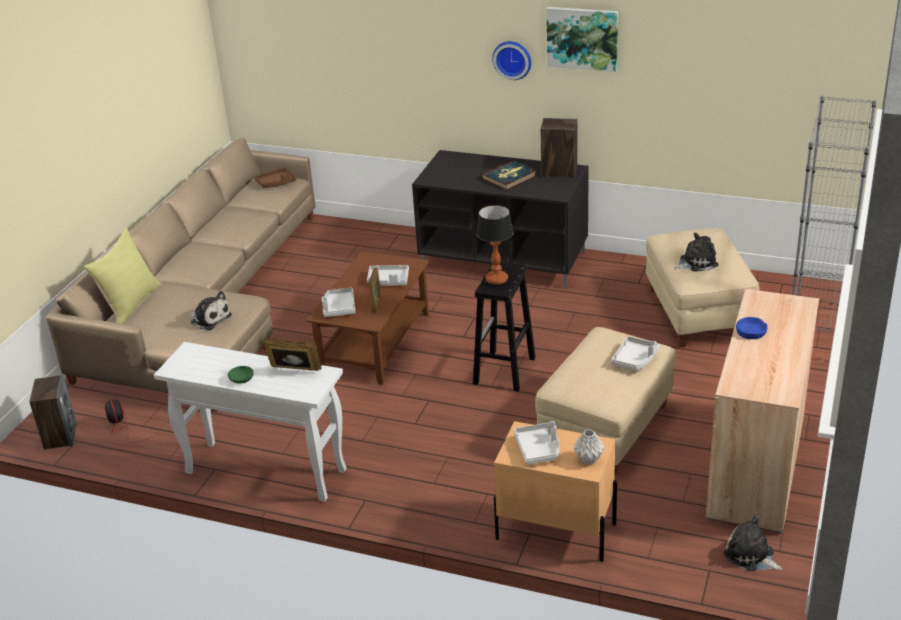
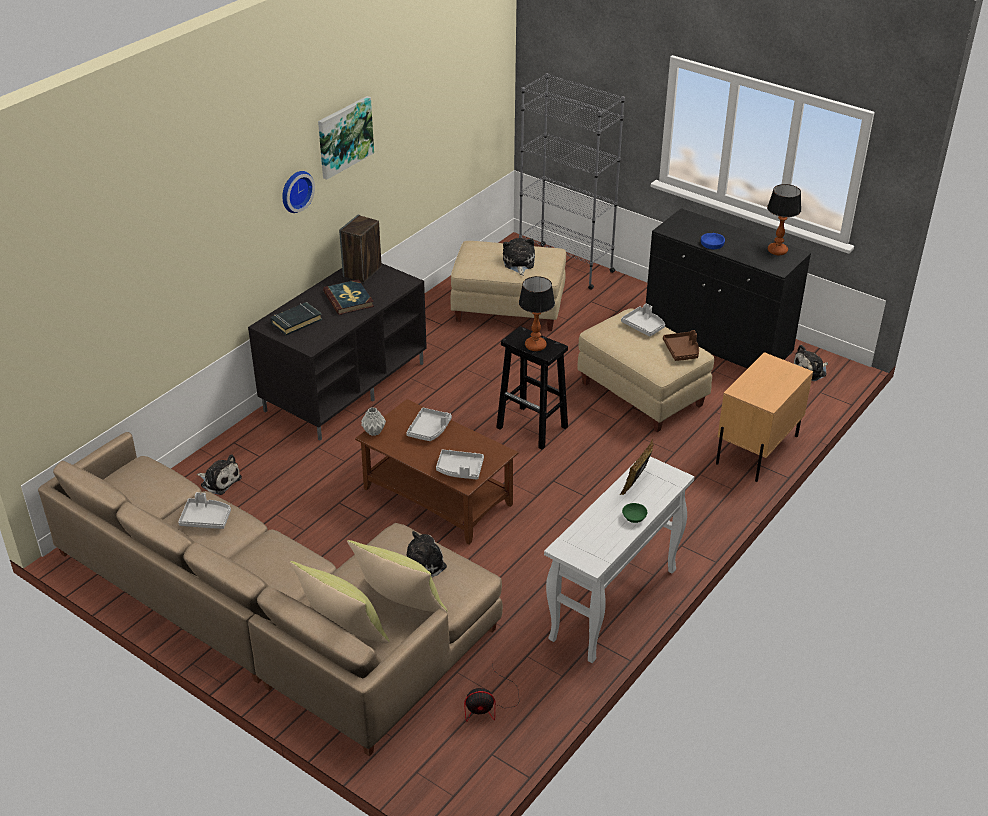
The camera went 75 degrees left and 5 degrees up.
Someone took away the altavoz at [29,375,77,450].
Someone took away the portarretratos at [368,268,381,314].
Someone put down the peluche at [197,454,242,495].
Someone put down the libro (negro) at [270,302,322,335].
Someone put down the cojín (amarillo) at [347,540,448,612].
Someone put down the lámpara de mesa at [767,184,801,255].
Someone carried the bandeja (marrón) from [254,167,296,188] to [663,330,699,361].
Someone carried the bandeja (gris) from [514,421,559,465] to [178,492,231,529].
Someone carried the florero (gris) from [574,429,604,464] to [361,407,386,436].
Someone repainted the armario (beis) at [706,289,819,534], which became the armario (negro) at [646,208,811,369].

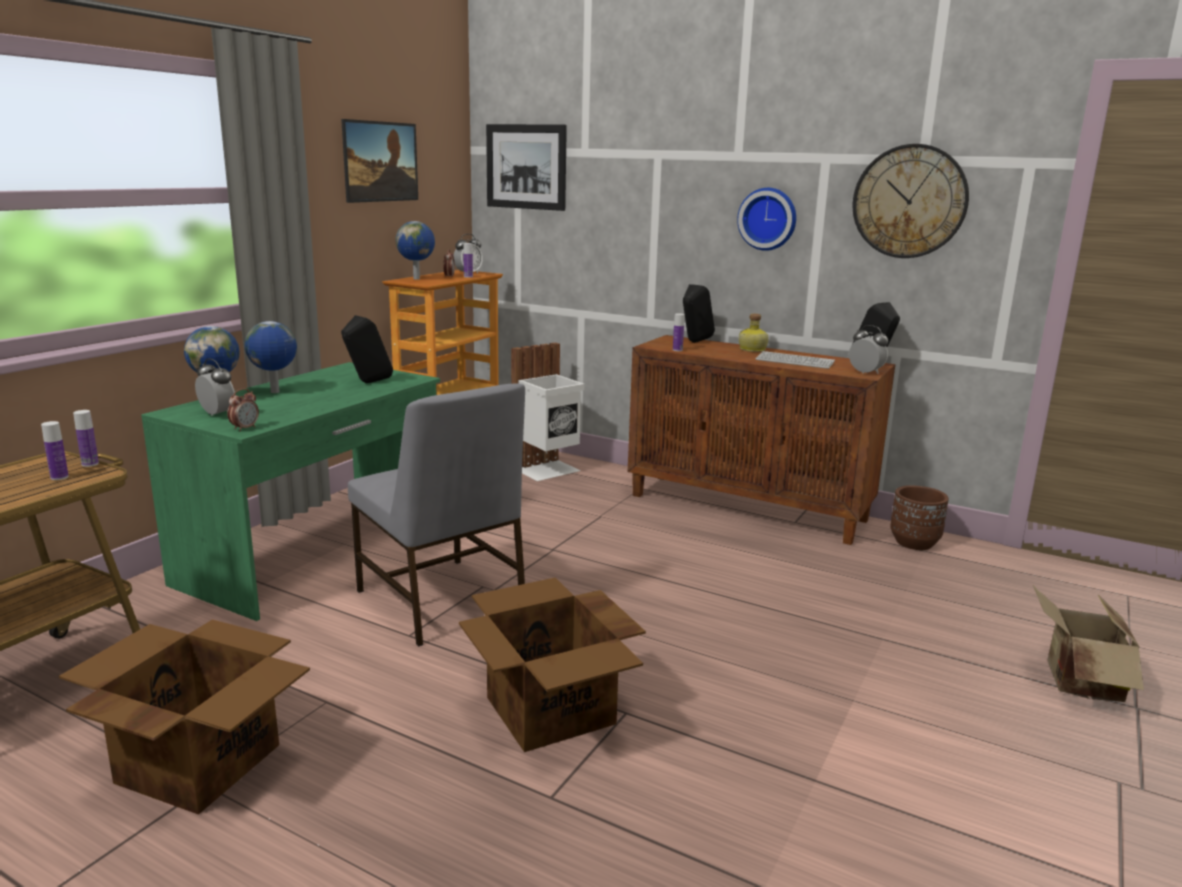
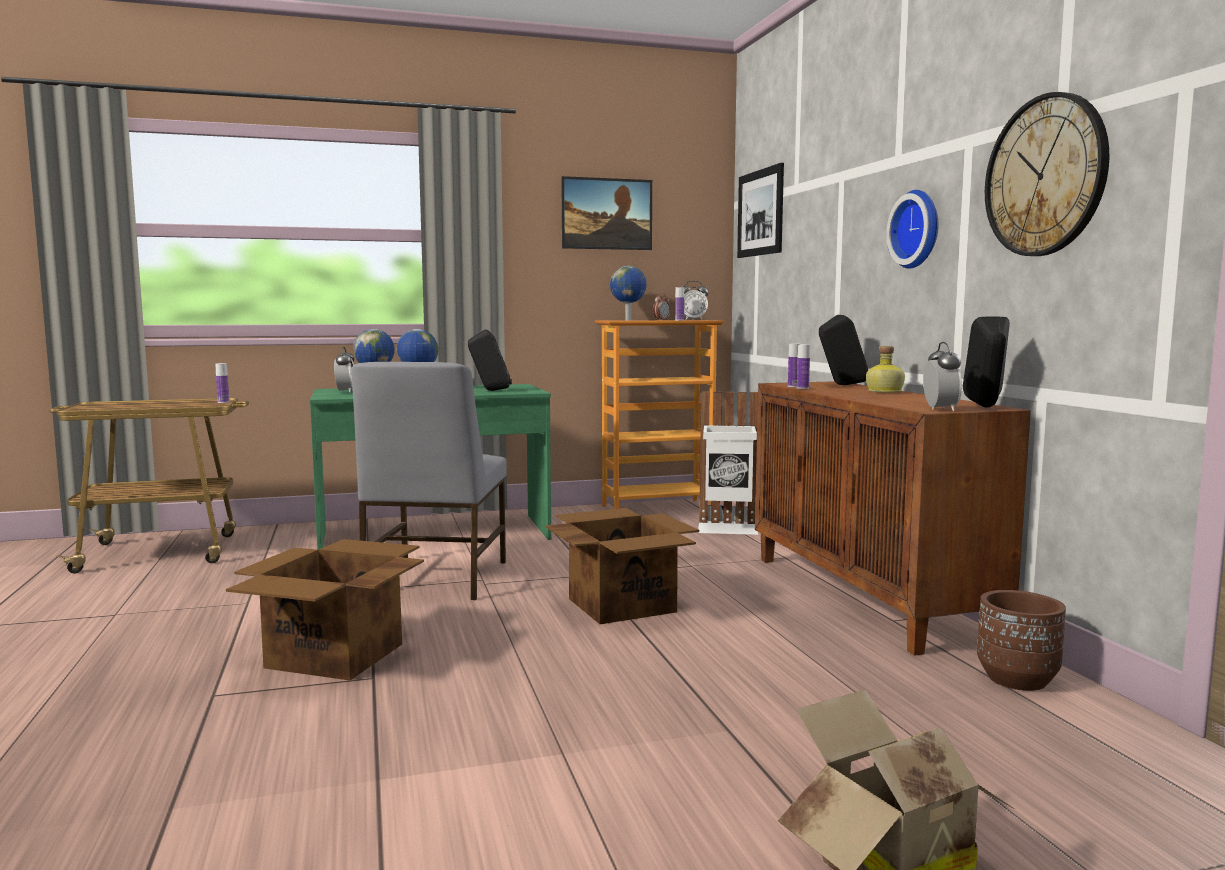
The camera went 45 degrees right and 10 degrees down.
Someone took away the despertador at [227,389,259,431].
Someone took away the teclado at [756,351,835,369].
Someone carried the botella from [41,421,69,480] to [797,344,810,389].
Someone carried the caja de cartón from [59,619,310,815] to [546,508,699,624].

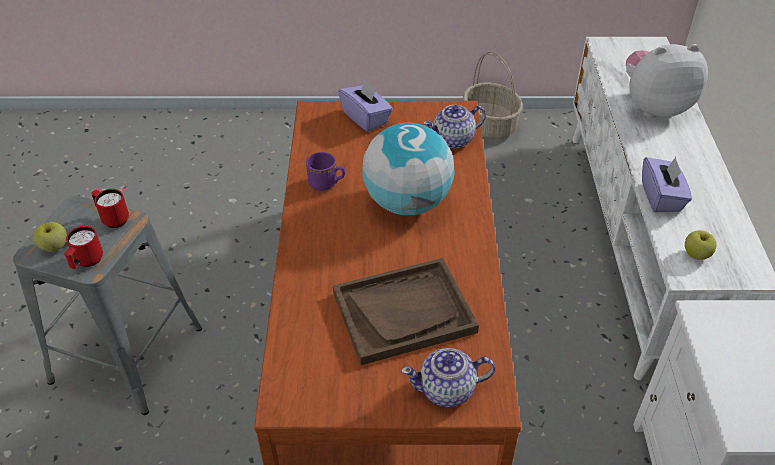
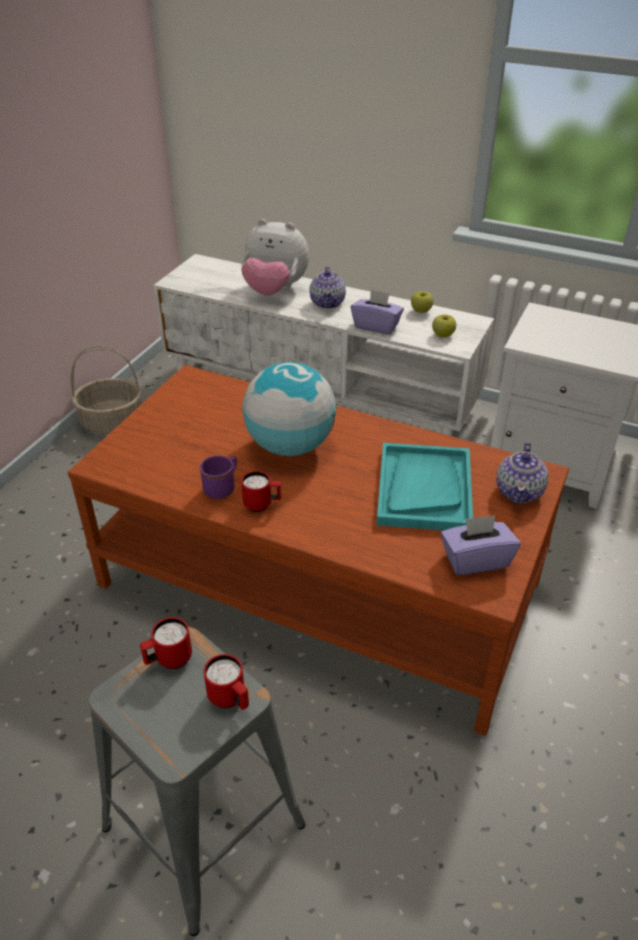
The camera went 65 degrees left and 5 degrees down.
Someone put down the taza grande (rojo) at [241,471,281,512].
Someone carried the manzana from [33,222,67,252] to [411,291,434,313].
Someone carried the caja de pañuelos (morado) from [338,79,393,132] to [441,515,520,575].
Someone carried the tetera from [423,105,486,148] to [309,267,346,309].
Someone repainted the bandeja (marrón) at [333,258,479,365], which became the bandeja (turquesa) at [377,443,473,530].
Someone rotated the peluche at [626,44,708,118] by 90 degrees counterclockwise.

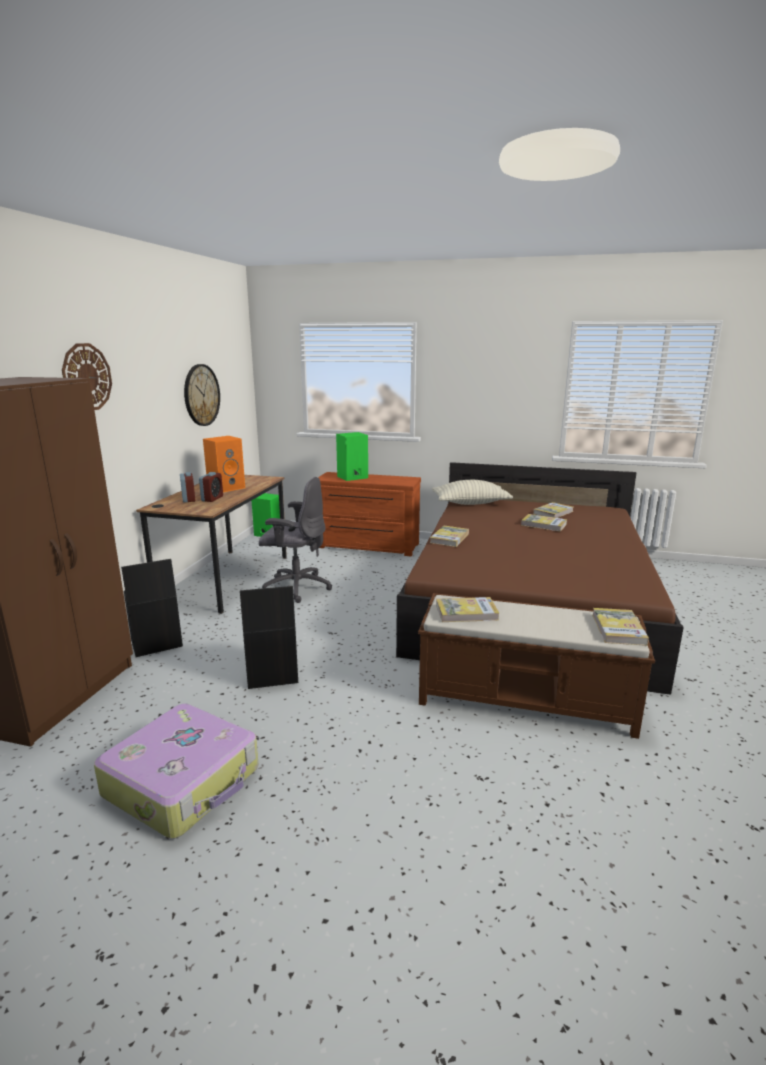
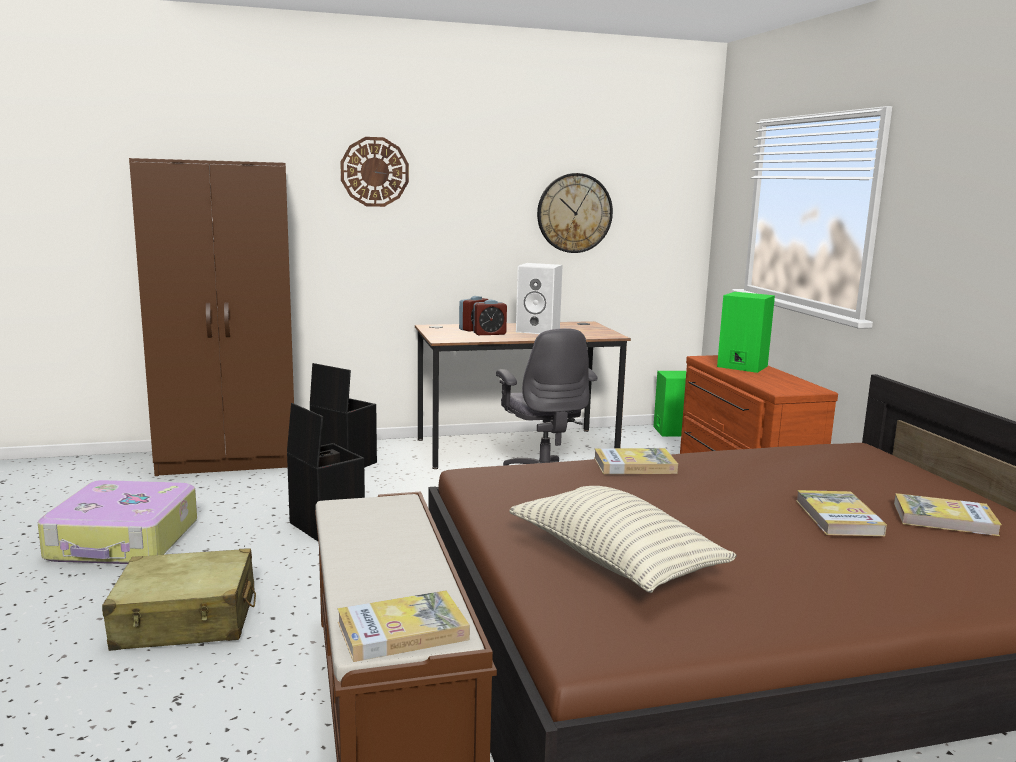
The camera went 60 degrees right and 5 degrees down.
Someone took away the libro at [436,597,499,622].
Someone put down the maleta (beis) at [102,548,256,651].
Someone carried the cojín from [432,480,513,505] to [509,486,737,593].
Someone repainted the altavoz (naranja) at [203,436,245,492], which became the altavoz (blanco) at [516,263,563,334].

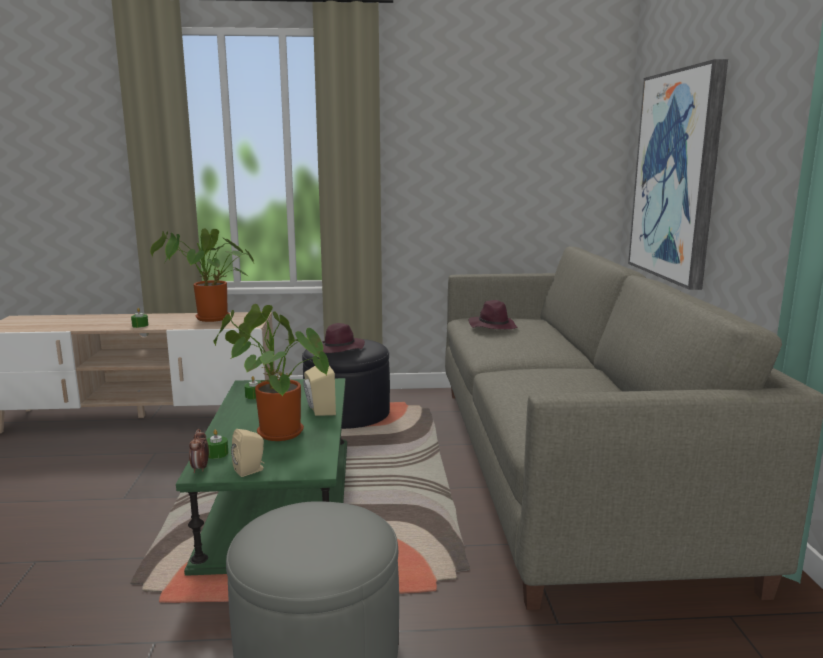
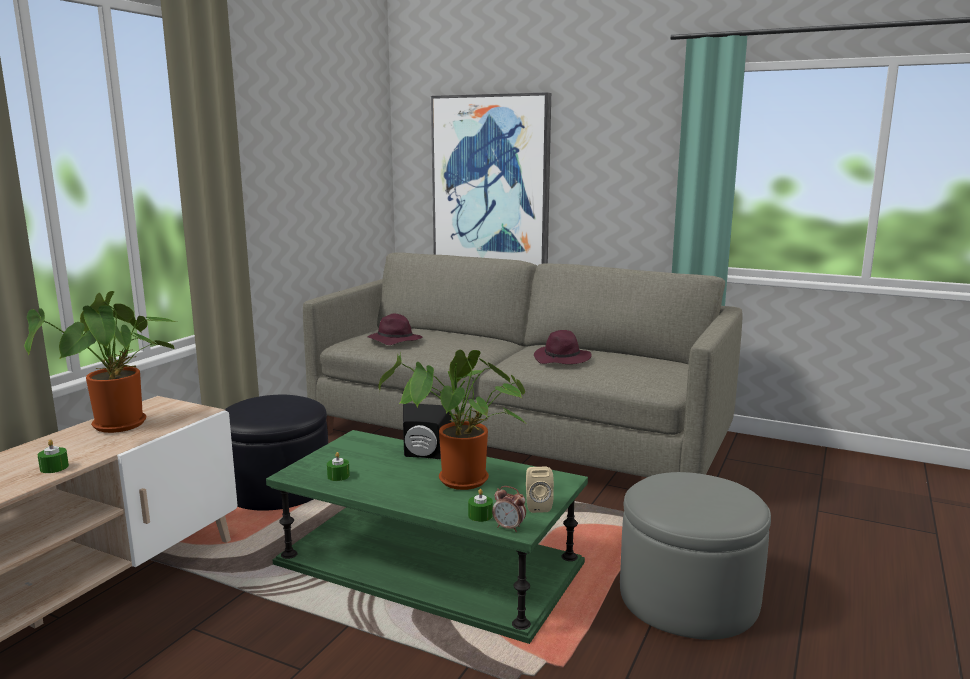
The camera went 60 degrees left and 0 degrees up.
Someone carried the sombrero (morado) from [323,323,365,353] to [534,330,592,364].
Someone repainted the altavoz (beis) at [303,366,336,416], which became the altavoz (negro) at [403,403,451,459].

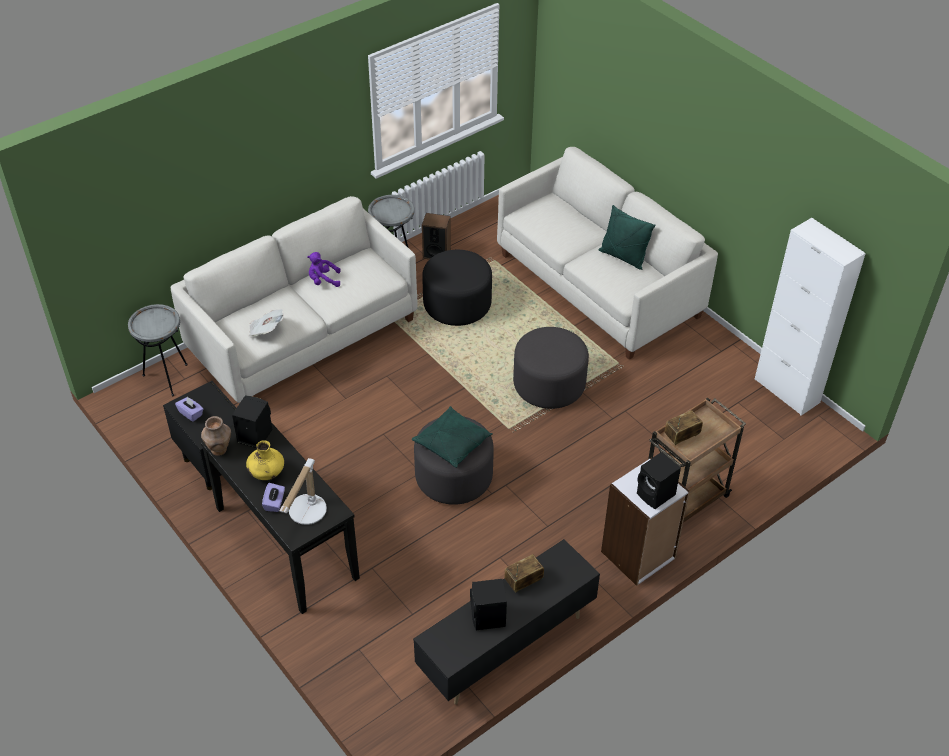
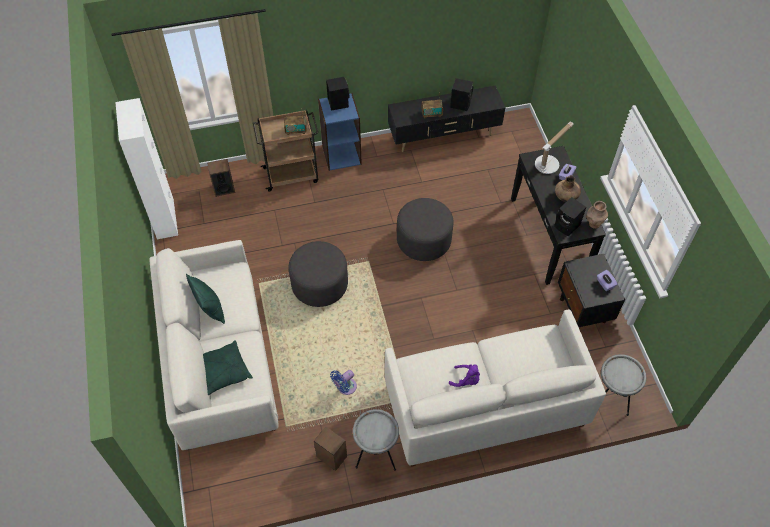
The camera went 155 degrees left and 10 degrees up.
Someone took away the periódico at [249,309,284,336].
Someone put down the altavoz at [207,159,235,197].
Someone carried the cojín (verde) from [412,406,493,468] to [203,340,253,395].
Someone swapped the puf (negro) at [422,250,492,326] for the ventilador (azul) at [330,370,357,395].
Someone repainted the florero (amarillo) at [246,440,284,480], which became the florero (marrón) at [555,175,581,202].
Someone repainted the estantería (blanco) at [601,458,690,586], which became the estantería (azul) at [318,93,362,171].

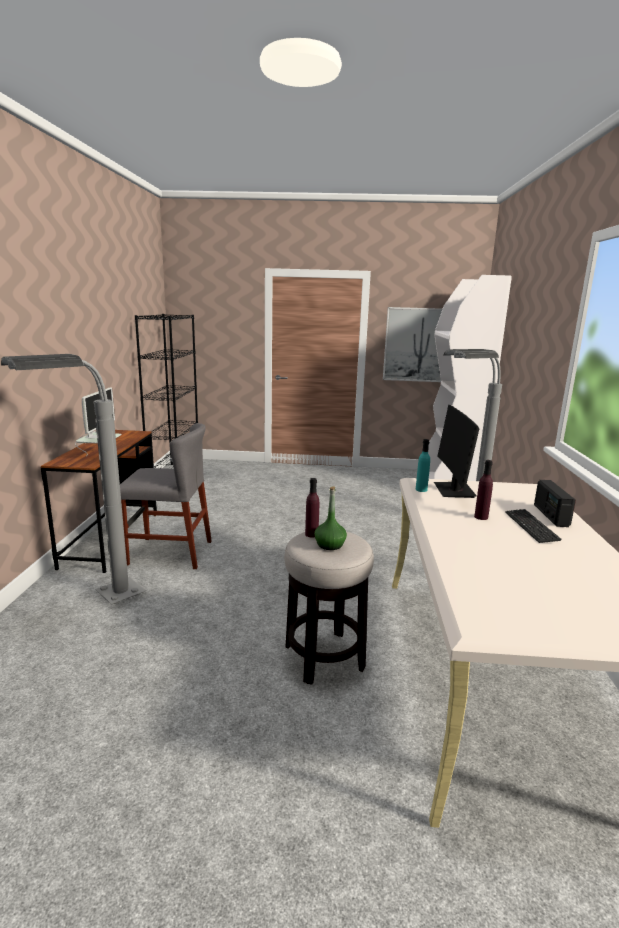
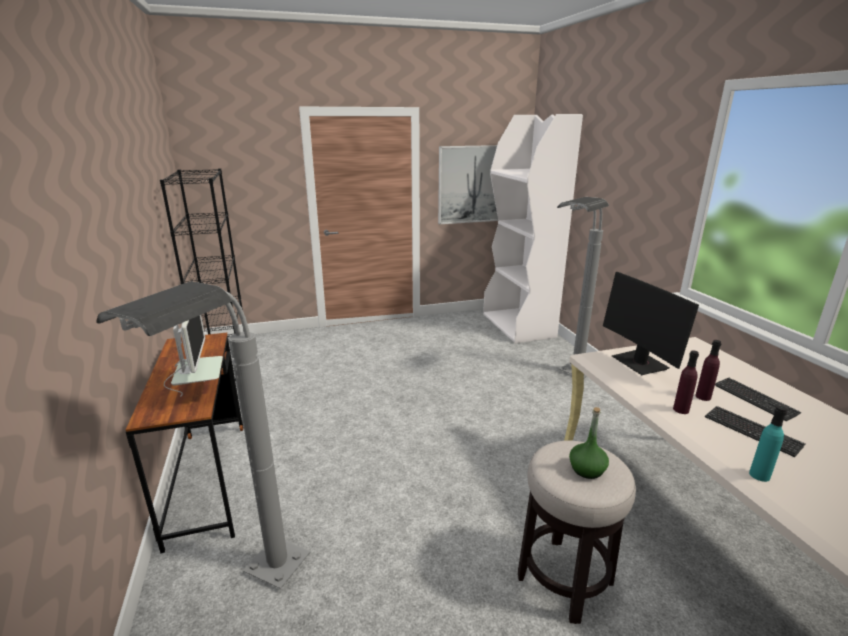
The camera went 20 degrees left and 5 degrees up.
Someone took away the silla (gris) at [120,423,212,569].
Someone took away the radio at [534,480,576,527].
Someone put down the teclado at [705,406,806,457].
Someone carried the botella (morado) from [305,478,319,538] to [673,350,699,414].
Someone carried the botella (turquesa) from [416,439,430,492] to [749,406,787,482].

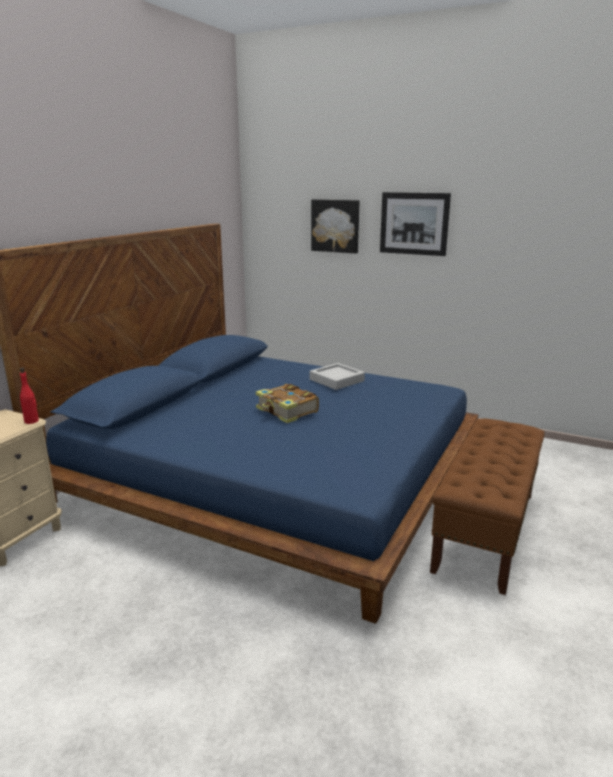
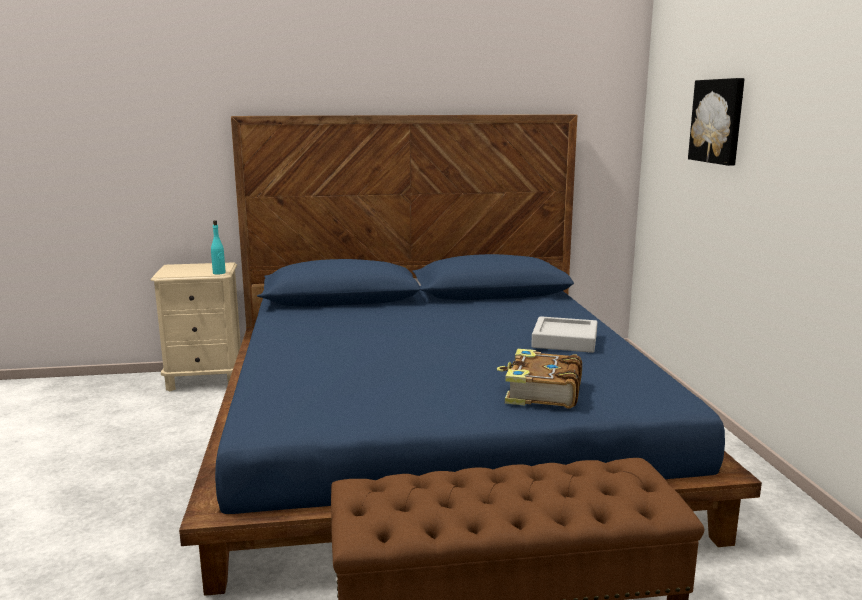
The camera went 55 degrees right and 5 degrees down.
Someone took away the cuadro at [380,192,451,256].
Someone carried the libro from [256,384,319,423] to [497,349,582,409].
Someone repainted the botella (rojo) at [20,368,39,424], which became the botella (turquesa) at [211,220,226,275].

